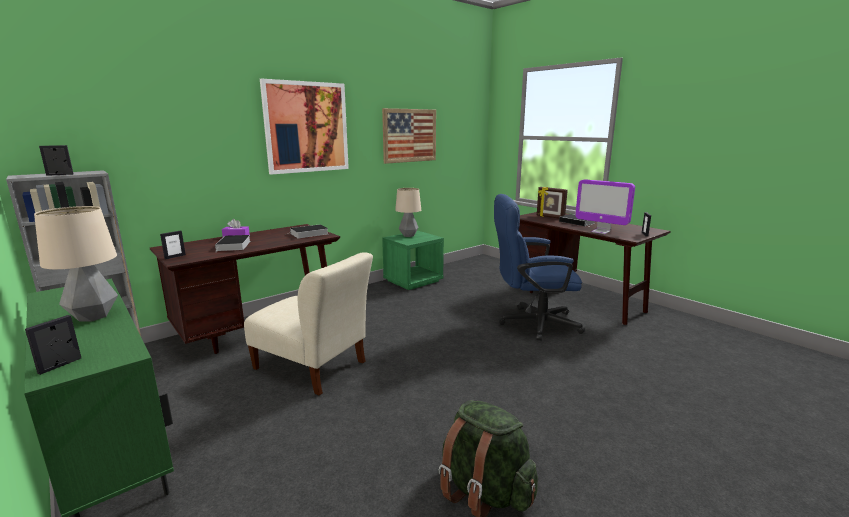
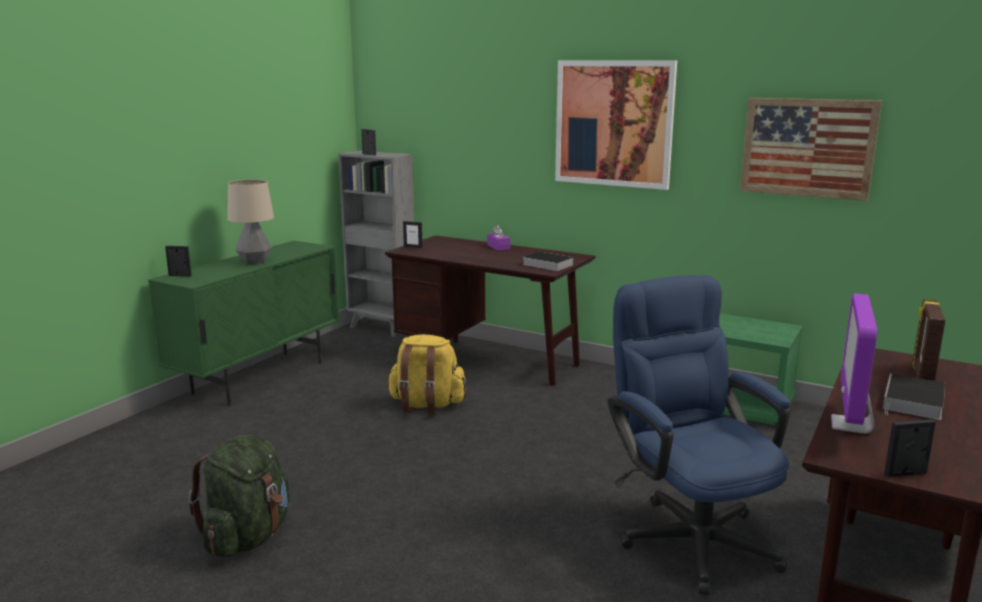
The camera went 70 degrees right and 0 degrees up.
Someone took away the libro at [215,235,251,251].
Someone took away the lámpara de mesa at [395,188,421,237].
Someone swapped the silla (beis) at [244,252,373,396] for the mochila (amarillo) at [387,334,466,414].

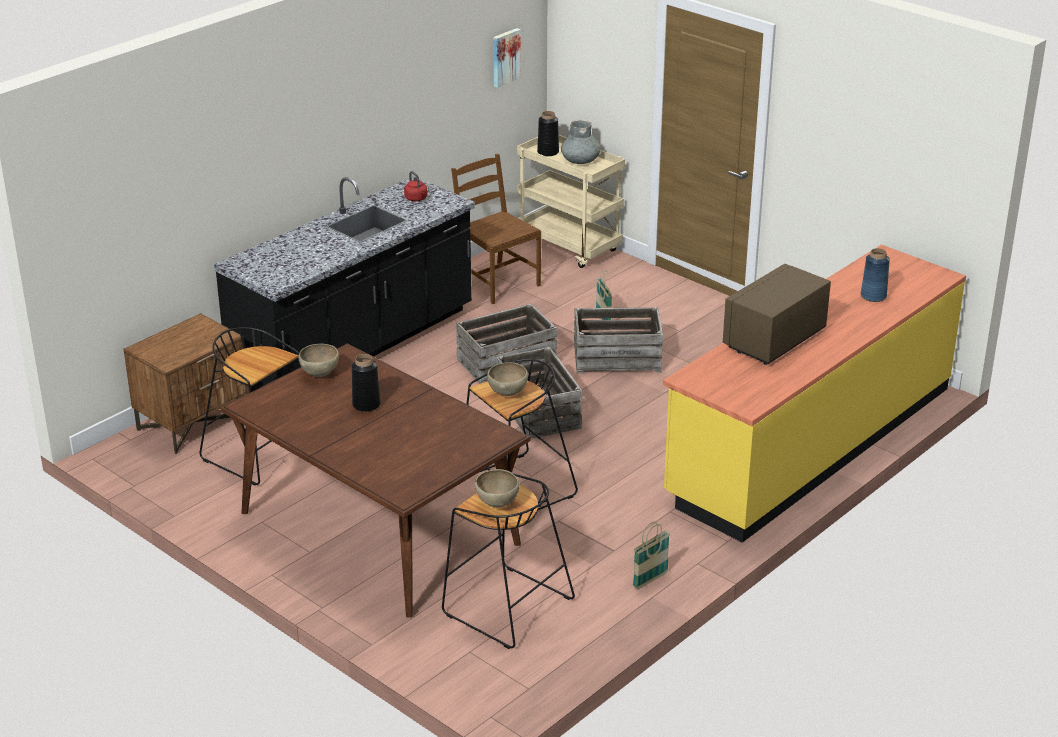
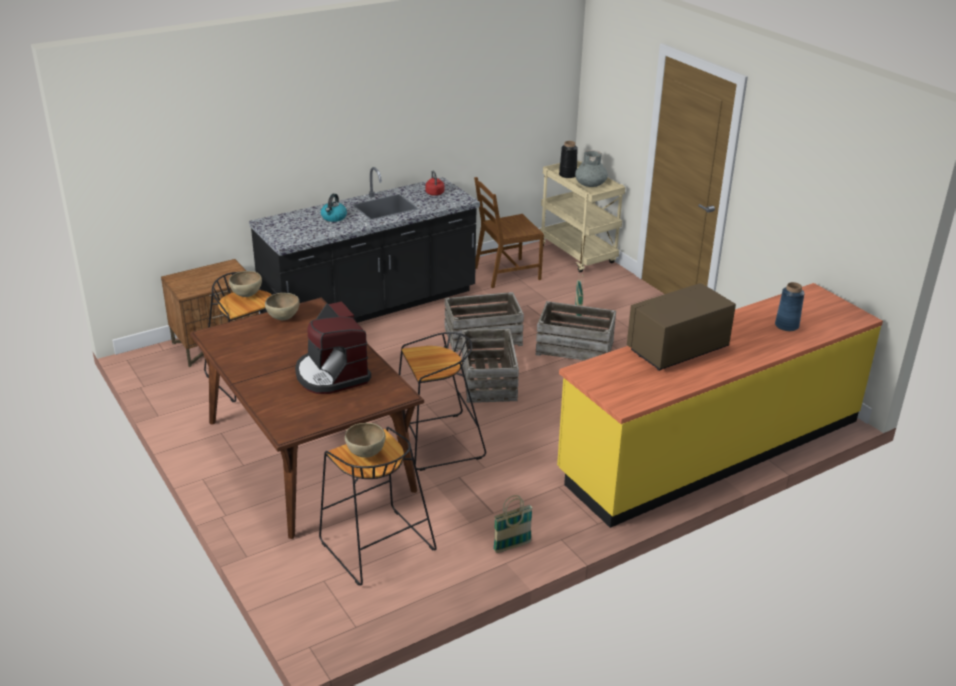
The camera went 15 degrees right and 0 degrees up.
Someone took away the florero (negro) at [352,354,381,412].
Someone took away the cuadro at [493,28,521,88].
Someone put down the cafetera at [295,301,371,394].
Someone put down the hervidor at [321,194,347,222].
Someone carried the cuenco (marrón) from [487,362,528,396] to [229,271,262,297].
Someone rotated the silla (marrón) at [451,153,541,304] by 90 degrees counterclockwise.

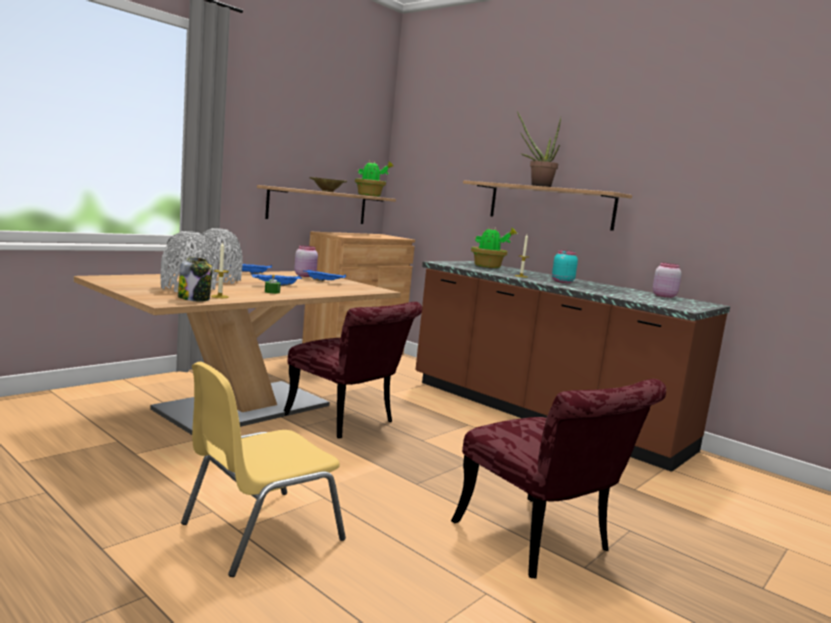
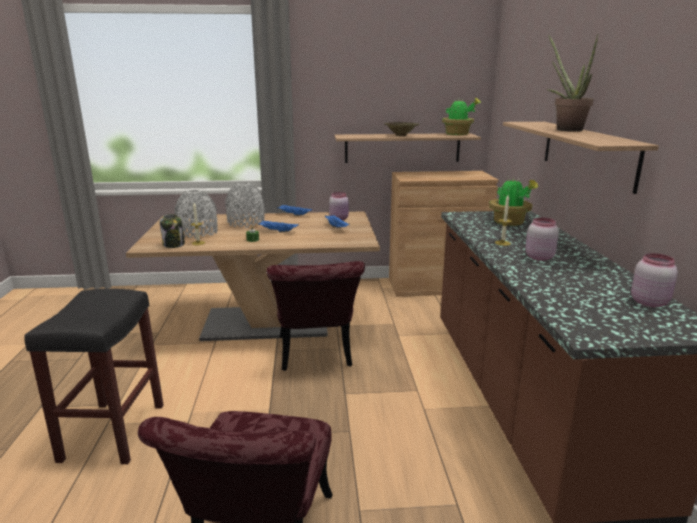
The camera went 45 degrees right and 10 degrees up.
Someone swapped the silla (amarillo) at [181,362,346,577] for the taburete (negro) at [24,289,164,464].
Someone repainted the tarro (turquesa) at [552,250,578,283], which became the tarro (rosa) at [525,218,559,261].

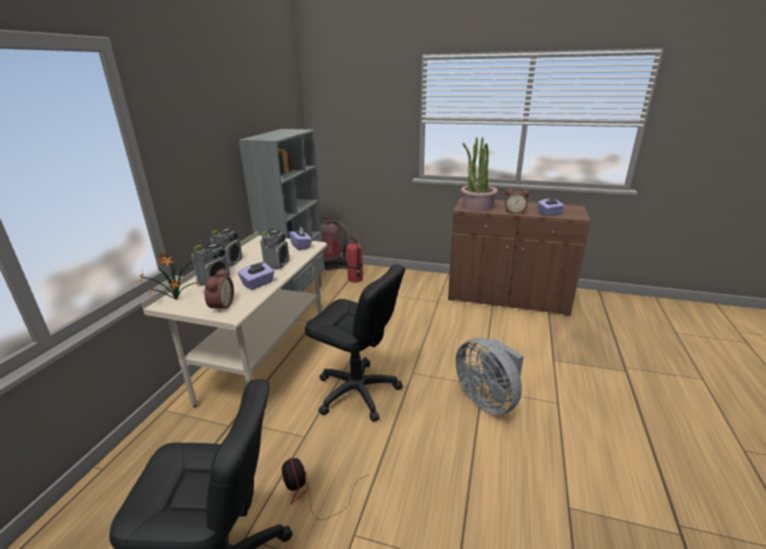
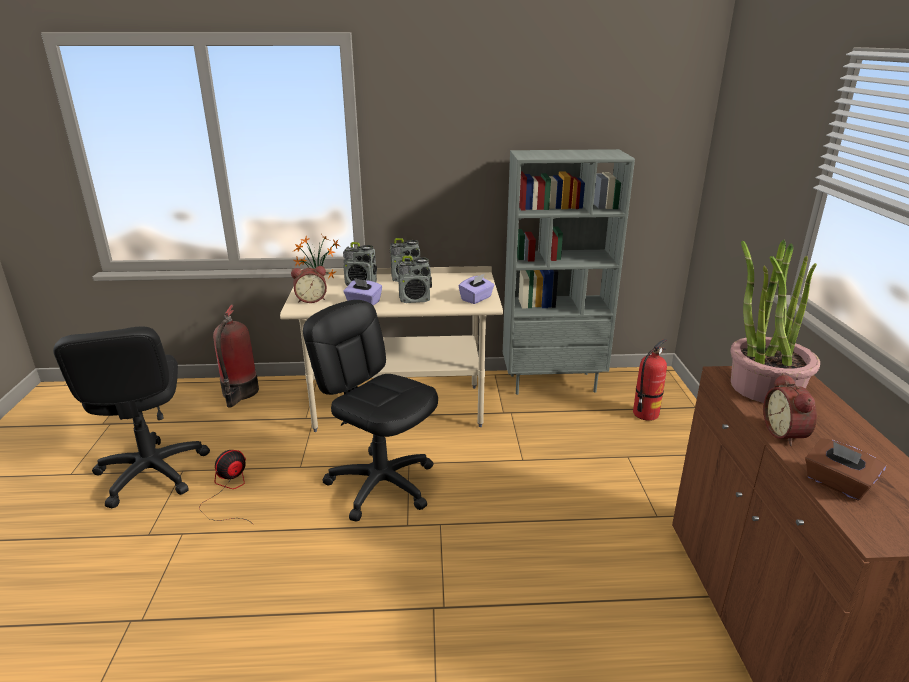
The camera went 70 degrees right and 0 degrees up.
Someone took away the ventilador (gris) at [455,338,524,415].
Someone carried the extintor from [320,215,347,270] to [213,305,259,408].
Someone repainted the caja de pañuelos (morado) at [538,197,565,216], which became the caja de pañuelos (marrón) at [805,438,886,500].
Someone rotated the silla de oficina (negro) at [305,264,405,422] by 120 degrees clockwise.

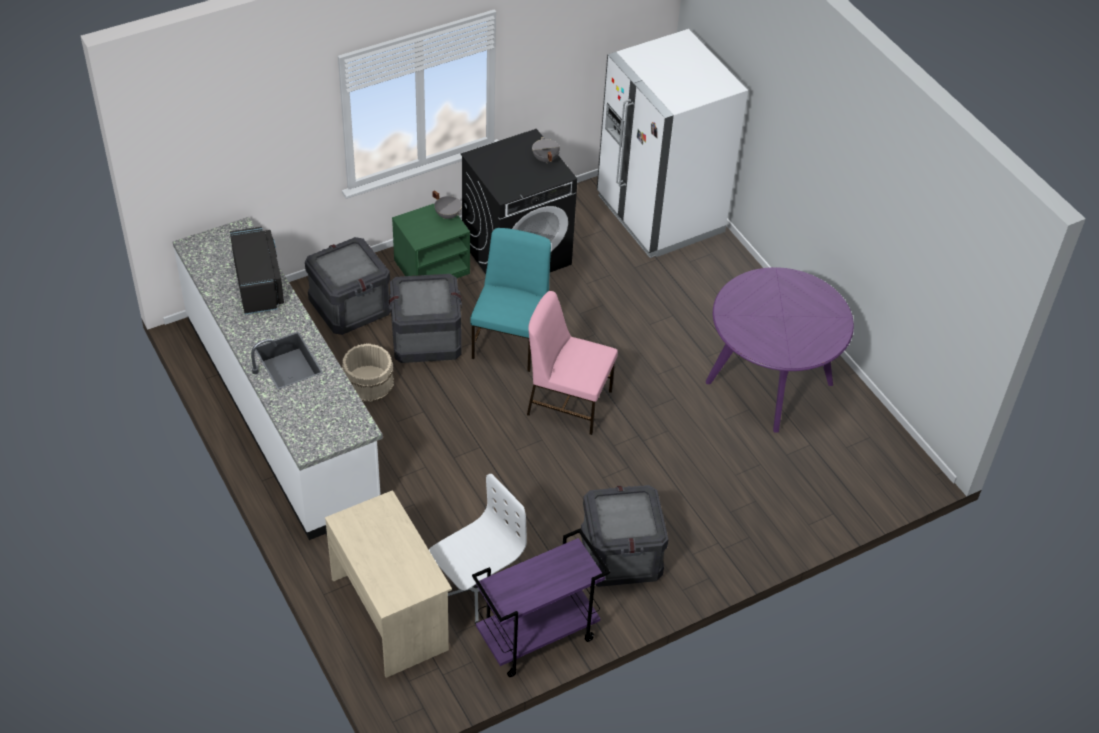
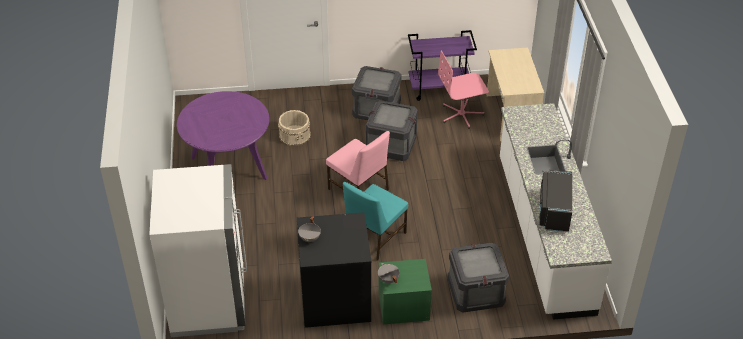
The camera went 155 degrees left and 5 degrees down.
Someone carried the cubo (beis) from [342,343,394,402] to [278,110,311,146].
Someone carried the caja de embalaje from [389,274,462,363] to [366,100,418,161].
Someone repainted the silla de oficina (blanco) at [429,474,527,624], which became the silla de oficina (rosa) at [438,50,489,129].

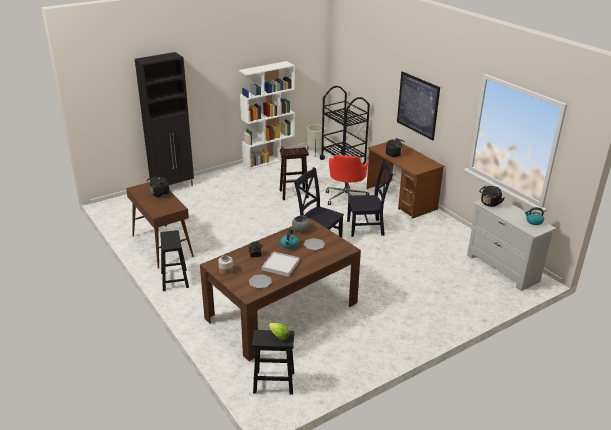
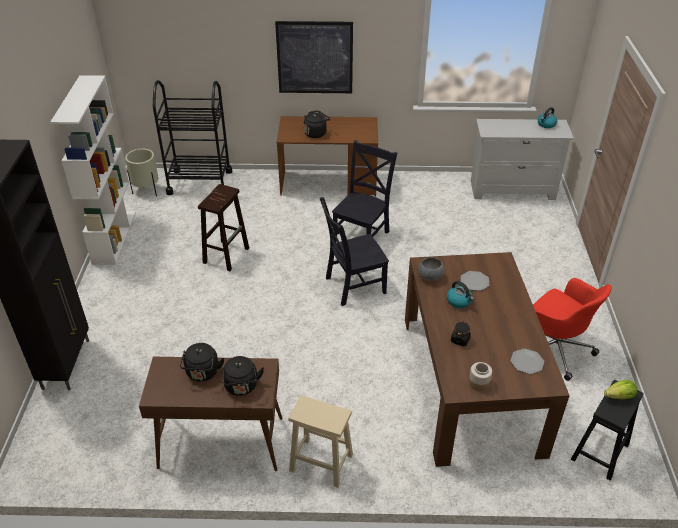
The camera went 55 degrees left and 10 degrees up.
Someone took away the bandeja (blanco) at [262,251,300,277].
Someone carried the silla de oficina (rojo) from [326,154,369,205] to [533,278,612,381].
Someone carried the hervidor (negro) from [479,185,504,207] to [222,356,264,396].
Someone repainted the taburete (negro) at [160,230,189,291], which became the taburete (beis) at [288,395,353,488].

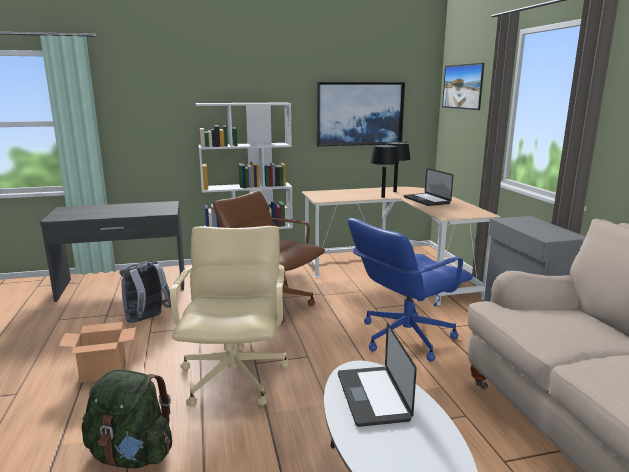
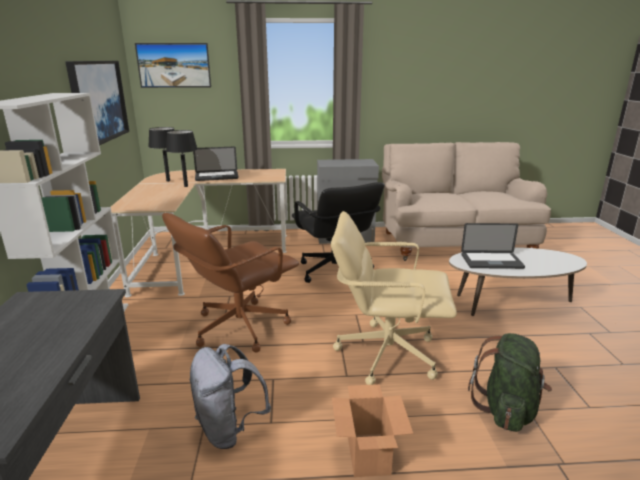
The camera went 80 degrees left and 5 degrees up.
Someone repainted the silla de oficina (azul) at [348,218,473,362], which became the silla de oficina (negro) at [292,182,385,283].

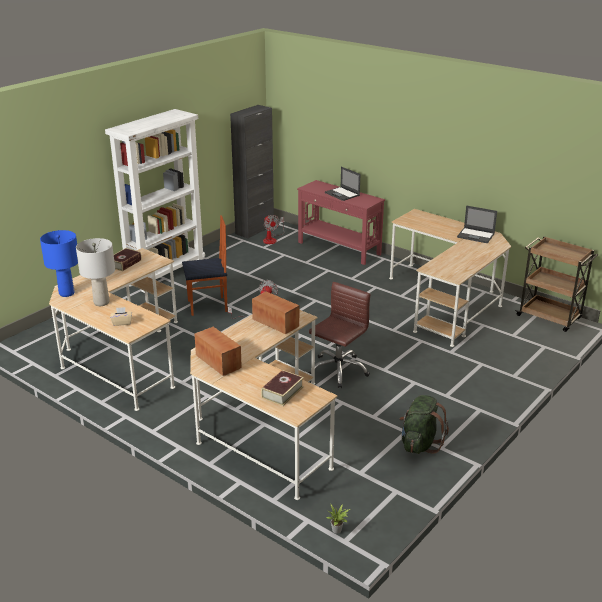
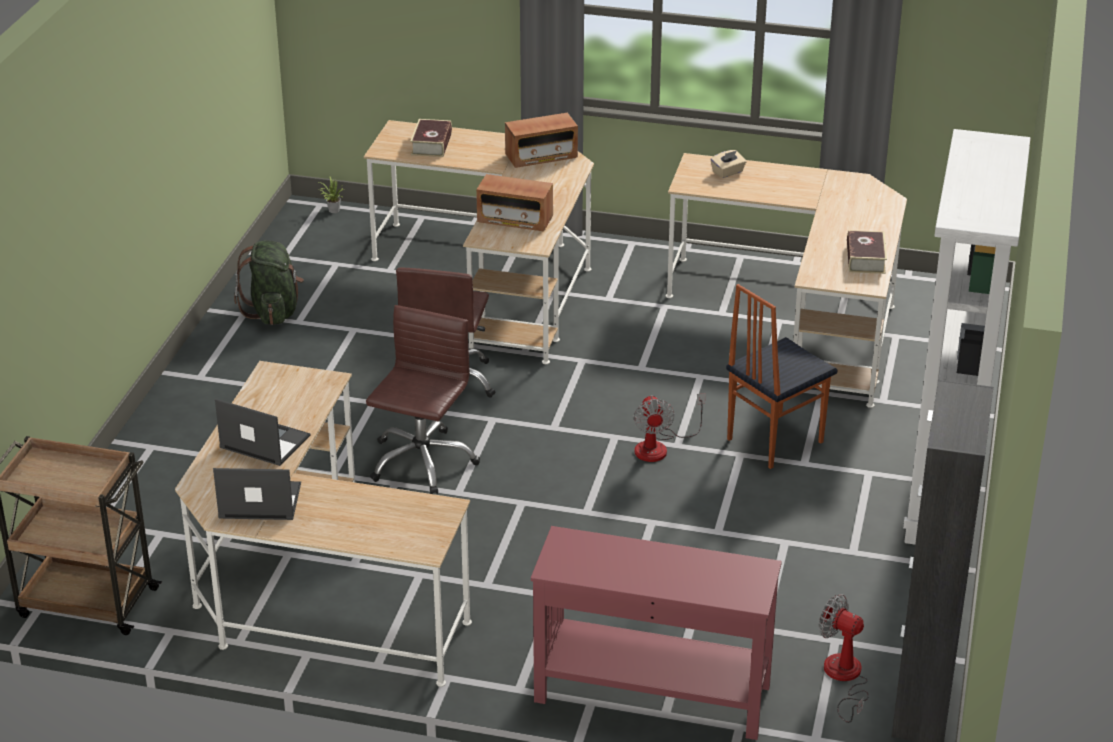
The camera went 155 degrees right and 5 degrees up.
Someone took away the lámpara de mesa (azul) at [40,230,78,297].
Someone took away the lámpara de mesa (gris) at [76,238,115,306].
Someone put down the silla de oficina (marrón) at [366,305,480,494].
Someone carried the portátil from [325,167,360,201] to [215,399,311,466].
Someone rotated the radio at [195,327,242,376] by 45 degrees counterclockwise.

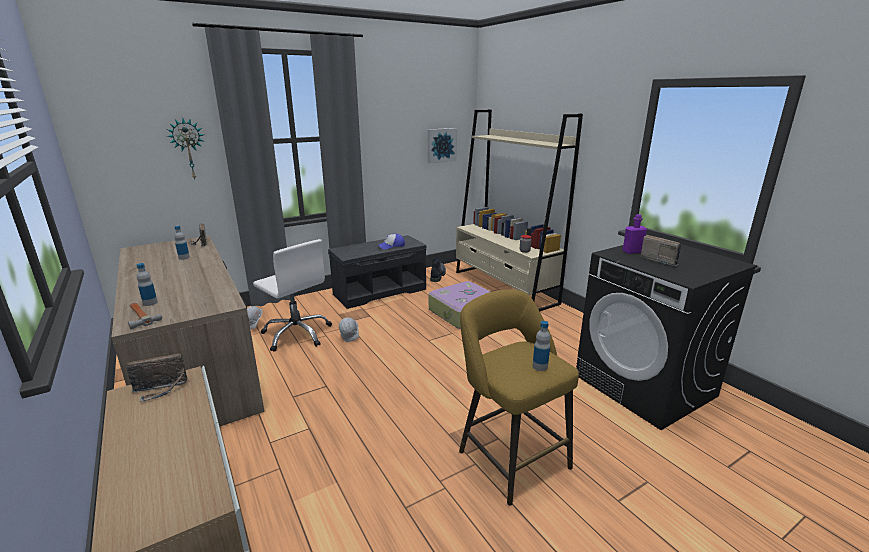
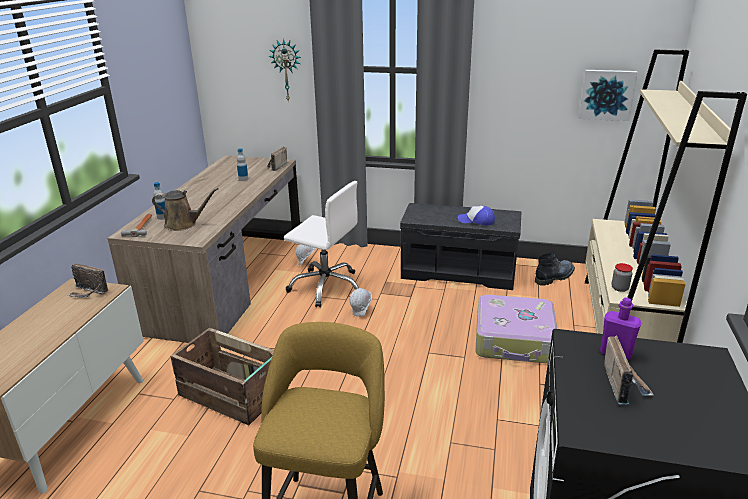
The camera went 45 degrees right and 5 degrees up.
Someone took away the botella at [532,321,550,371].
Someone put down the regadera (marrón) at [152,188,219,231].
Someone put down the caja de embalaje at [170,328,274,425].
Someone rotated the silla de oficina (blanco) at [253,239,332,352] by 60 degrees counterclockwise.

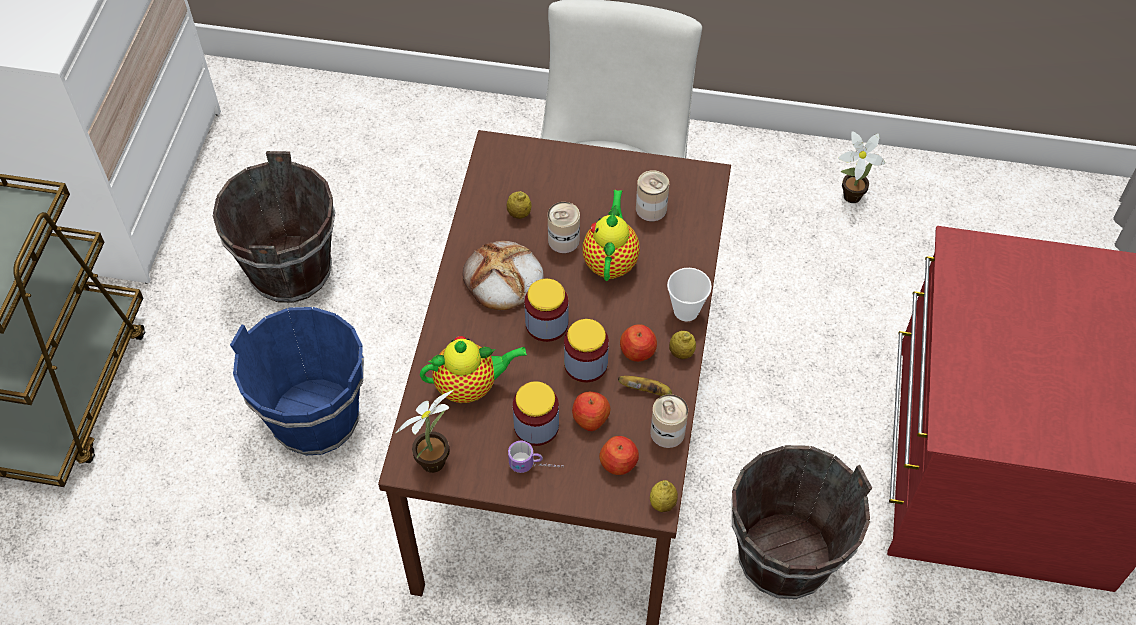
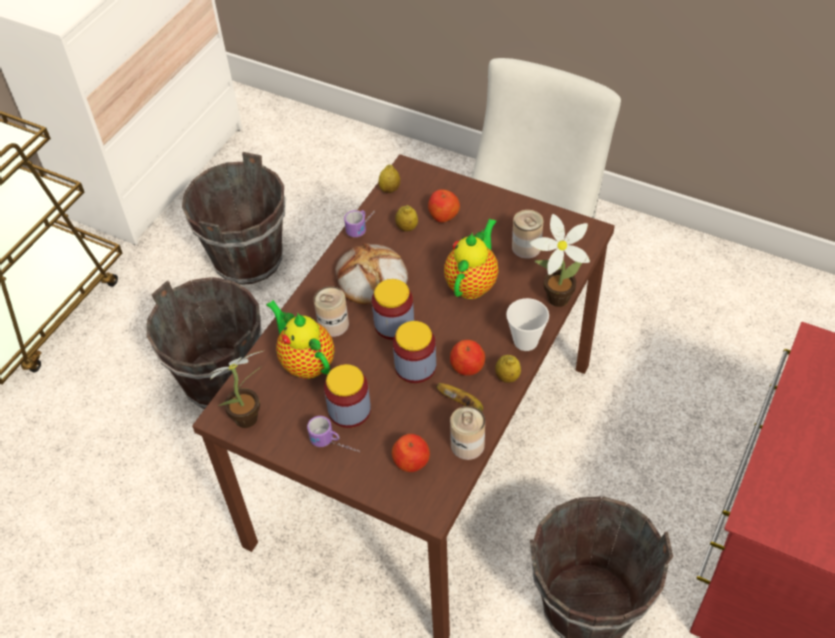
The camera went 20 degrees right and 5 degrees down.
Someone put down the taza grande at [344,210,375,237].
Someone carried the lata from [548,202,580,253] to [314,286,349,337].
Someone carried the manzana from [572,392,611,431] to [428,189,460,222].
Someone carried the limón from [650,480,678,512] to [379,165,400,193].
Someone carried the planta en maceta from [838,131,885,203] to [530,214,590,307].
Someone repainted the cubo (azul) at [230,307,364,455], which became the cubo (marrón) at [147,277,262,409].
Someone rotated the tetera at [420,336,527,403] by 135 degrees counterclockwise.

